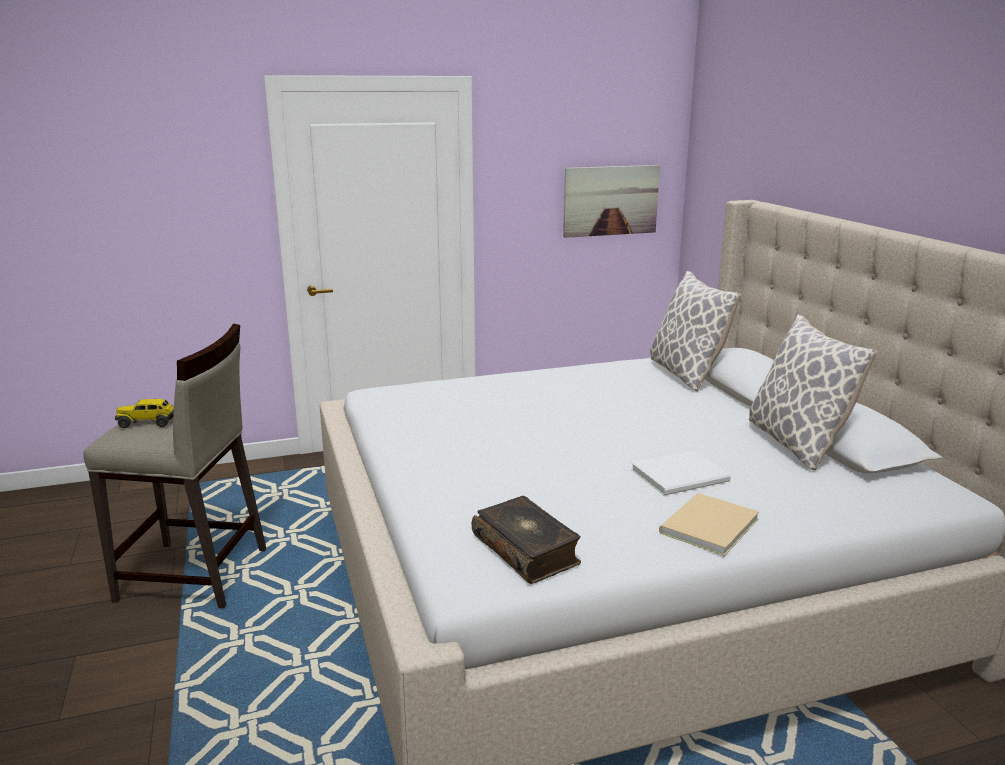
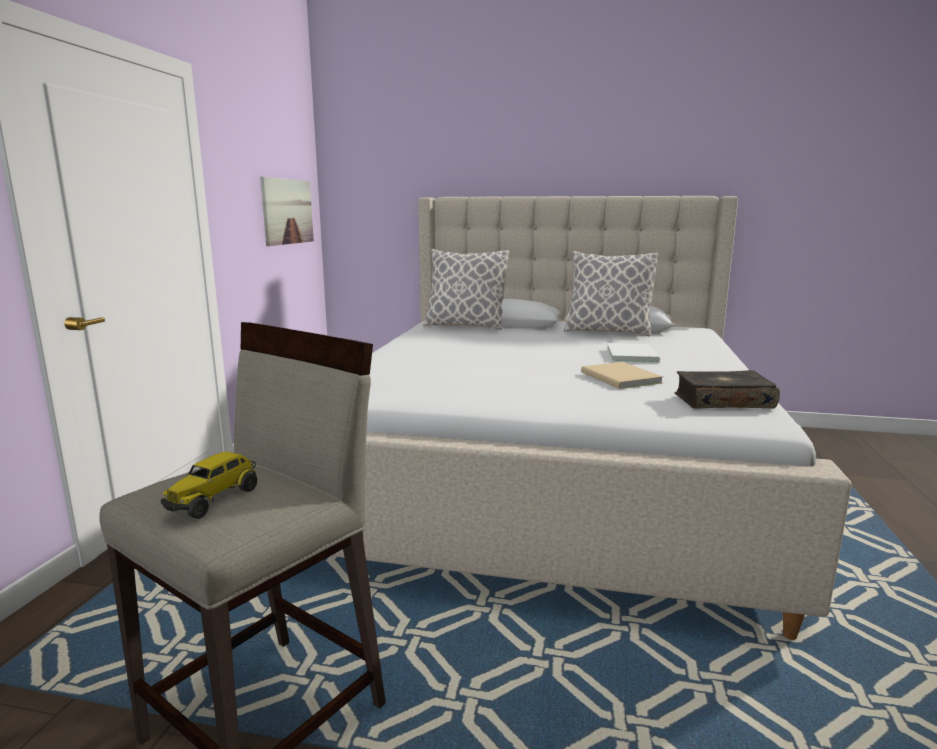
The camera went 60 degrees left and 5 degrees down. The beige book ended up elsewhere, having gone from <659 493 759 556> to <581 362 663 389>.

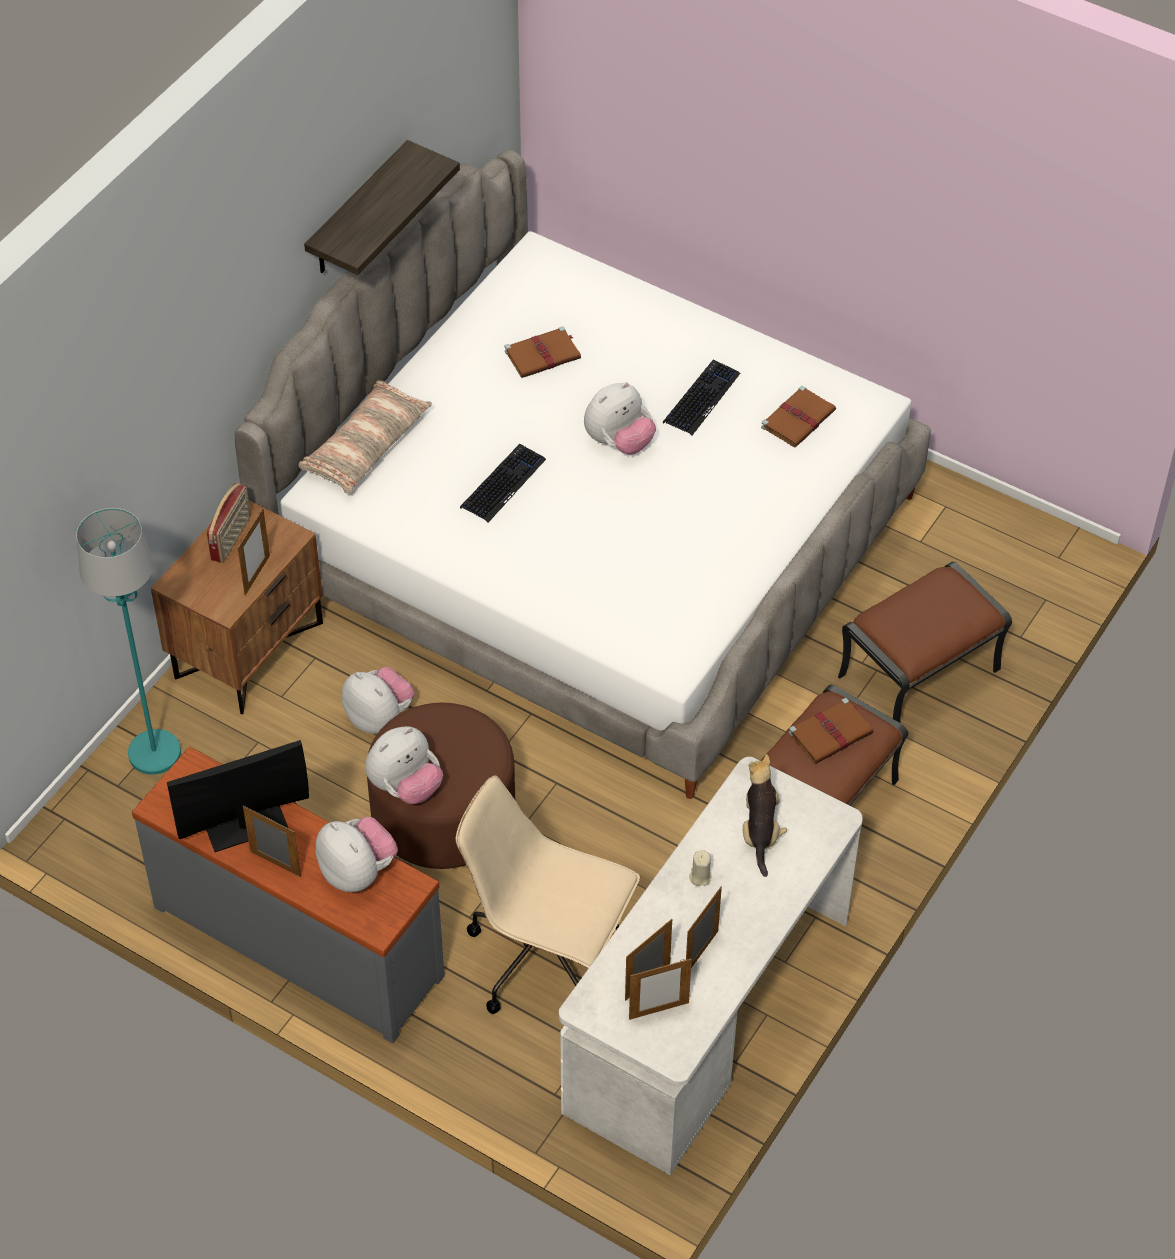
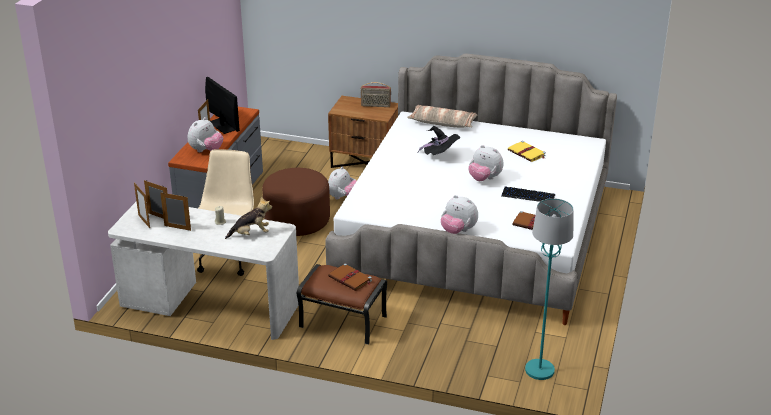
The camera went 75 degrees right and 20 degrees down. Where the keyboard stood at <460 444 546 523>, the black hat came to stand at <417 126 460 155>. The plush toy ended up elsewhere, having gone from <365 726 443 804> to <441 195 478 234>. What was the brown book at <505 326 581 378> turned into the yellow book at <508 141 546 162>. The turquoise floor lamp ended up elsewhere, having gone from <76 508 181 775> to <525 198 574 380>. The second view lost the picture frame at <238 508 270 595>. The second view lost the shelf at <304 140 460 275>. The second view lost the brown ottoman at <838 561 1012 723>.

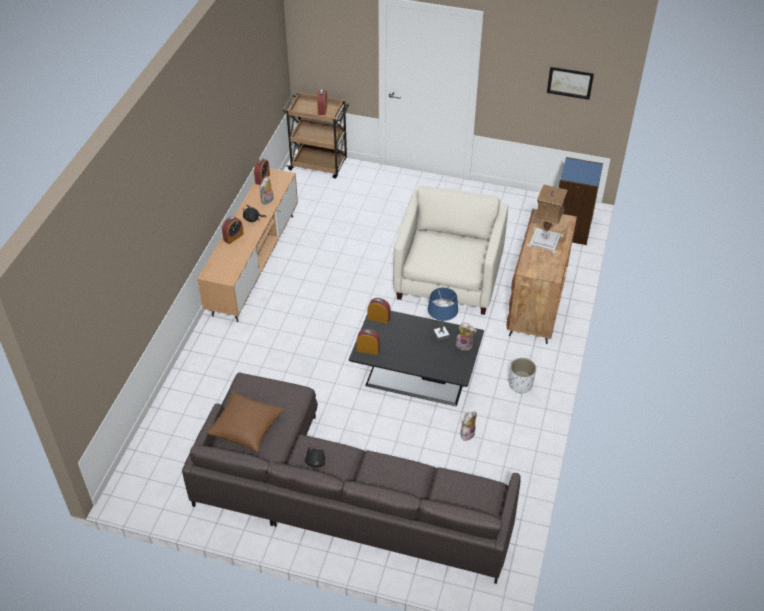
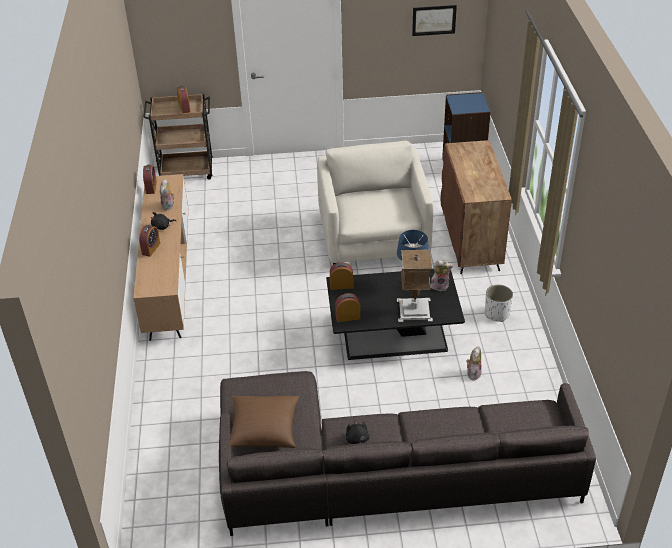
The camera went 20 degrees left and 5 degrees down. The table lamp ended up elsewhere, having gone from <527 184 568 254> to <397 250 433 322>.

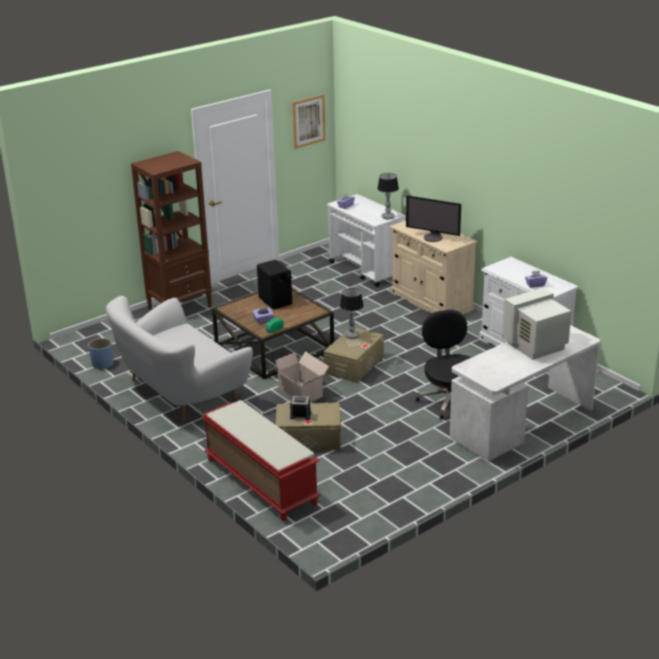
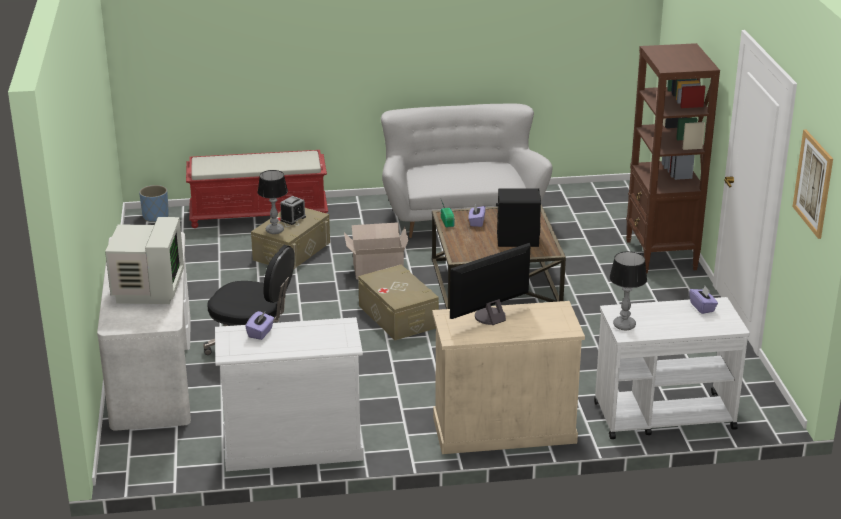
The camera went 120 degrees right and 0 degrees up. The blue planter ended up elsewhere, having gone from <88 338 113 370> to <139 185 169 222>. The table lamp ended up elsewhere, having gone from <340 288 364 339> to <258 170 288 234>.

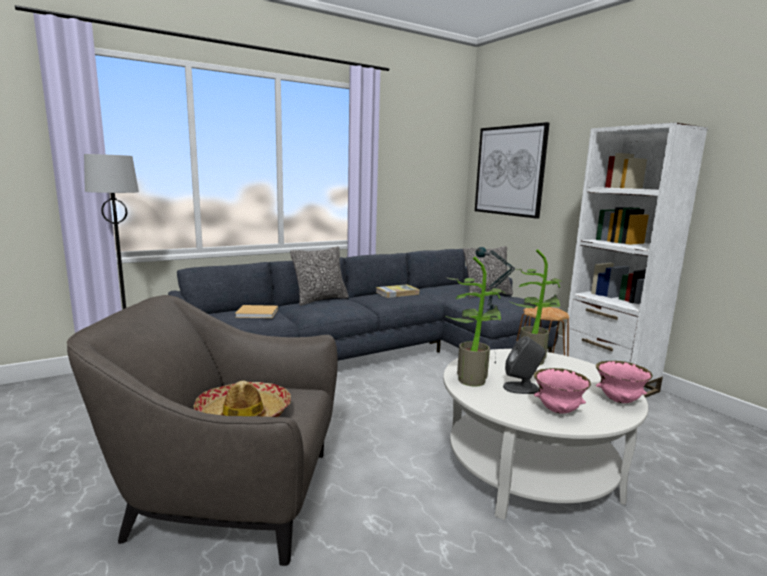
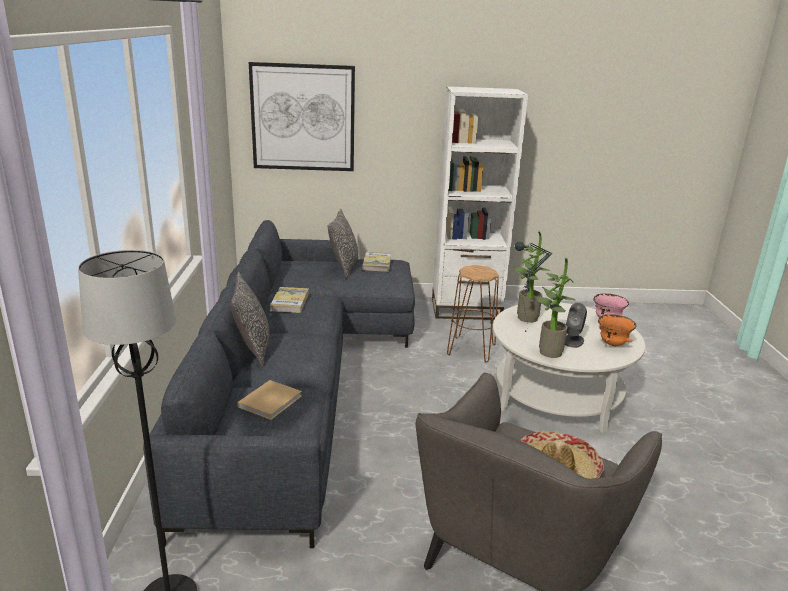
The camera went 60 degrees left and 10 degrees up. The second view gained the book at <363 252 391 272>. What was the pink bowl at <534 368 591 414> turned into the orange bowl at <598 314 636 346>.

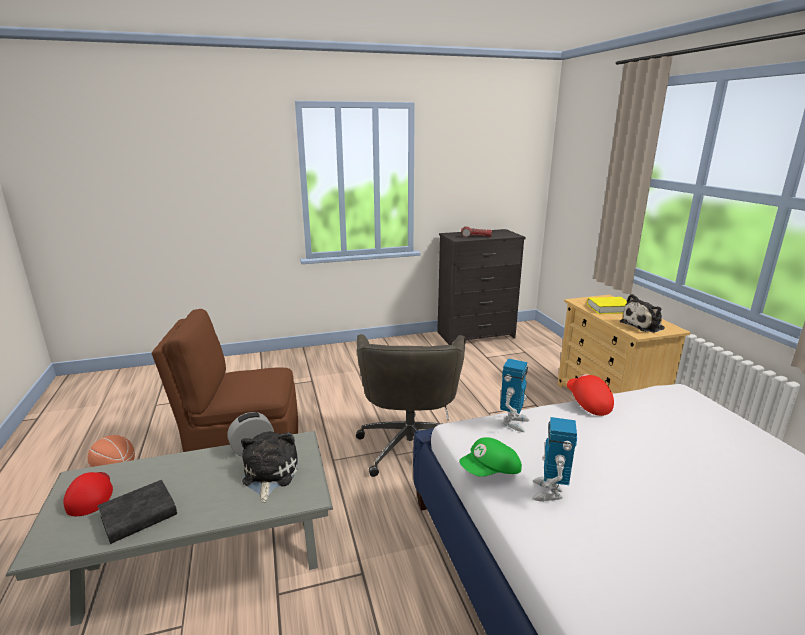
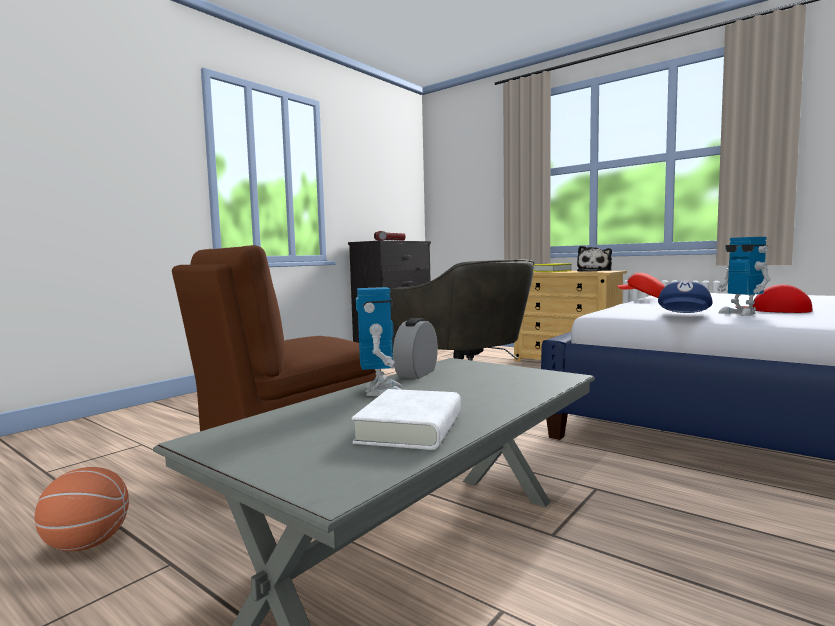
The camera went 35 degrees left and 15 degrees down. What was the black book at <98 480 177 544> turned into the white book at <352 389 461 450>. The toy robot ended up elsewhere, having gone from <500 359 530 432> to <356 287 402 396>. What was the green cap at <459 437 522 477> turned into the blue cap at <658 281 713 313>. The red cap ended up elsewhere, having gone from <63 472 113 516> to <735 284 813 313>. The second view lost the plush toy at <241 431 298 502>.

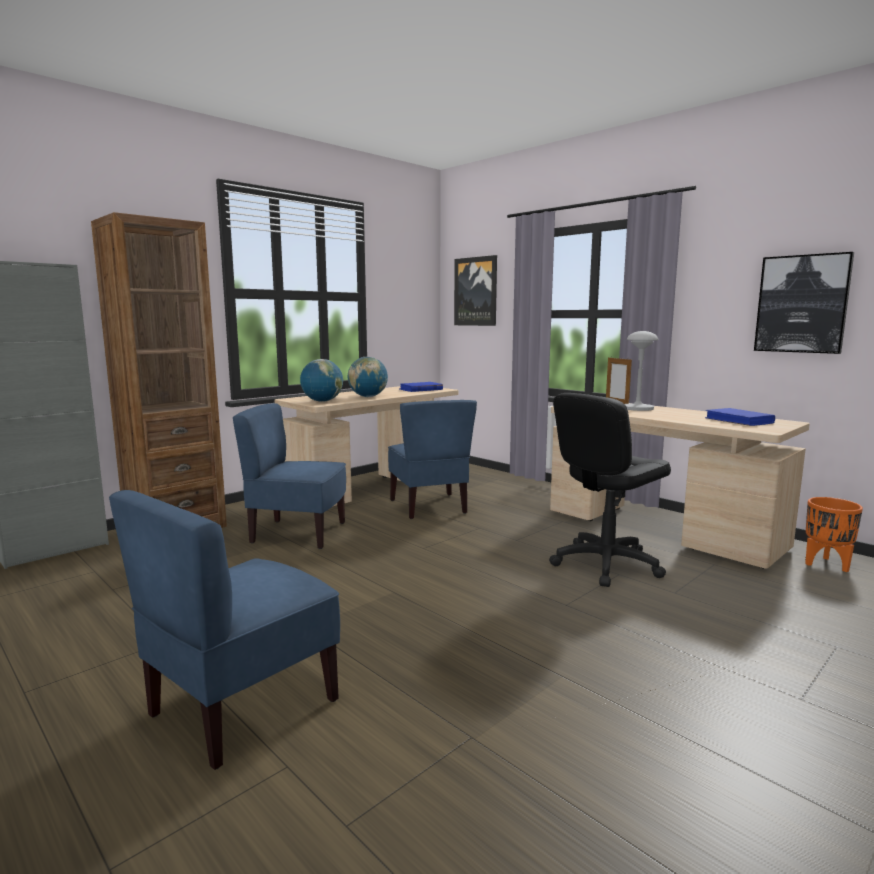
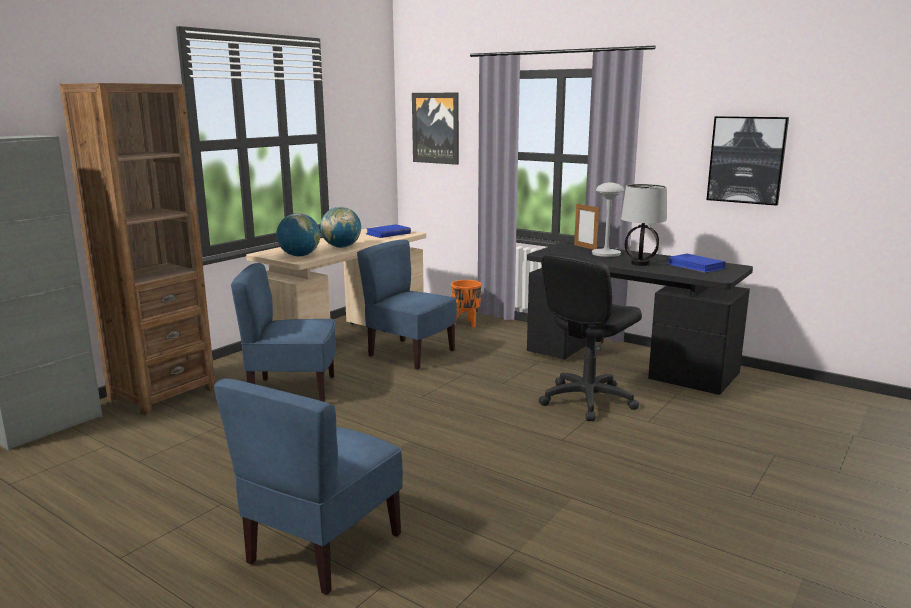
The camera went 10 degrees left and 5 degrees up. The blue chair at <388 400 477 519> ended up facing another way, 150 degrees clockwise from before. The orange planter ended up elsewhere, having gone from <805 497 863 572> to <451 280 481 328>. What was the beige desk at <550 403 810 569> turned into the black desk at <527 242 753 395>. The second view gained the table lamp at <621 184 667 266>.

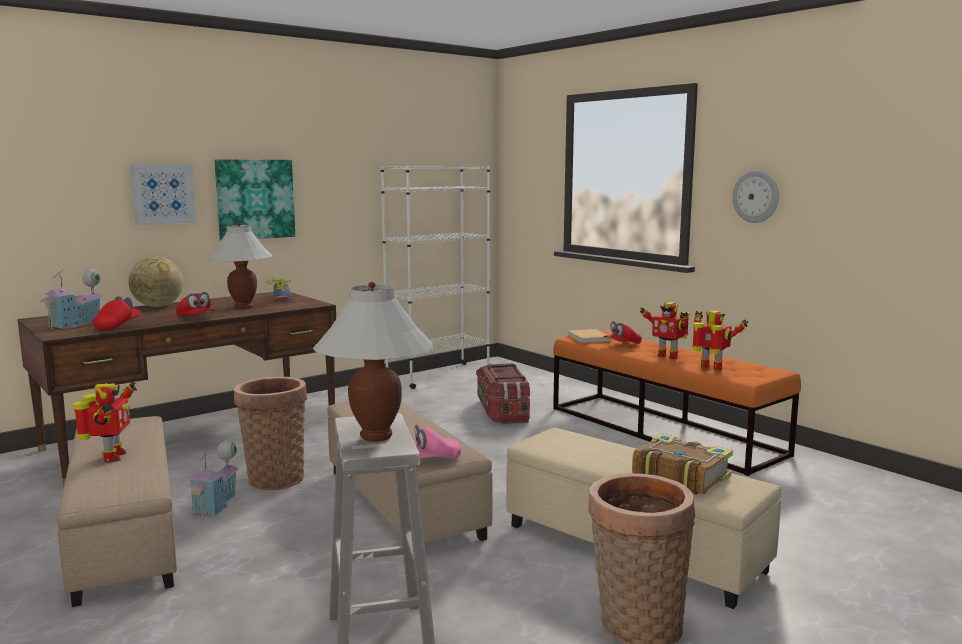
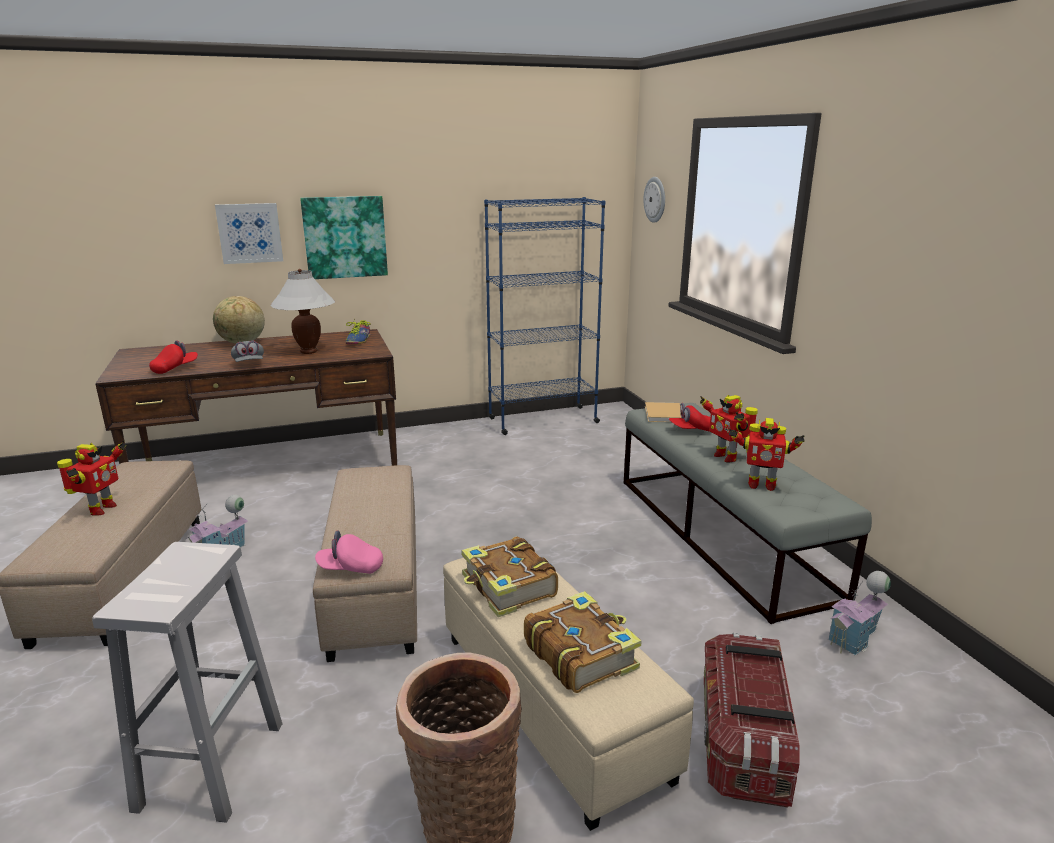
The camera went 20 degrees right and 10 degrees up. What was the red cap at <176 292 215 317> turned into the grey cap at <231 341 264 362>. The second view gained the book at <461 537 558 617>. What was the white bookcase at <380 165 490 389> turned into the blue bookcase at <484 197 605 435>. What was the orange bench at <553 330 801 476> turned into the grey bench at <624 403 872 624>. The wall clock ended up elsewhere, having gone from <732 171 779 223> to <644 177 665 223>. The storage box ended up elsewhere, having gone from <476 363 530 424> to <704 632 800 808>. The toy robot at <692 311 748 370> ended up facing another way, 135 degrees clockwise from before. The toy house ended up elsewhere, having gone from <40 269 104 329> to <828 571 891 655>. The second view lost the basket at <234 377 307 490>. The second view lost the white table lamp at <313 282 433 442>.

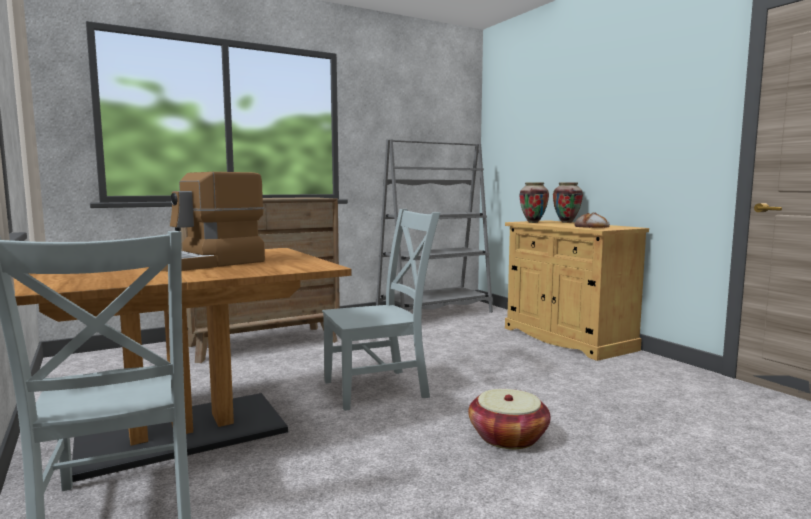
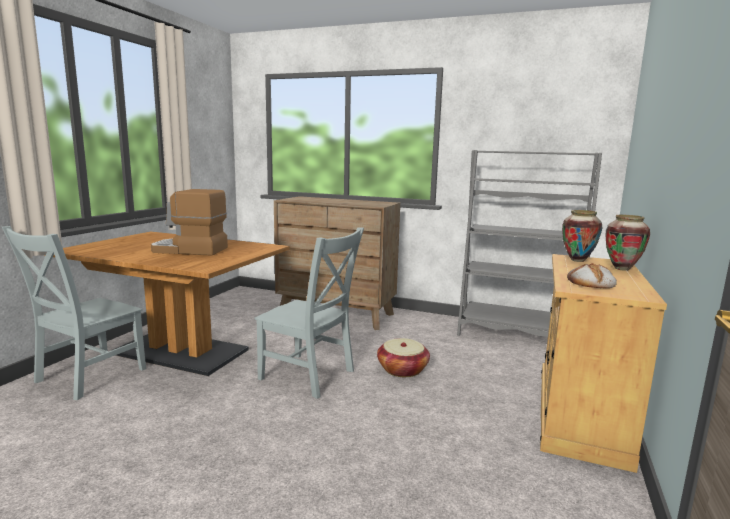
The camera went 50 degrees right and 5 degrees up. The basket ended up elsewhere, having gone from <468 389 550 449> to <377 338 430 377>.

